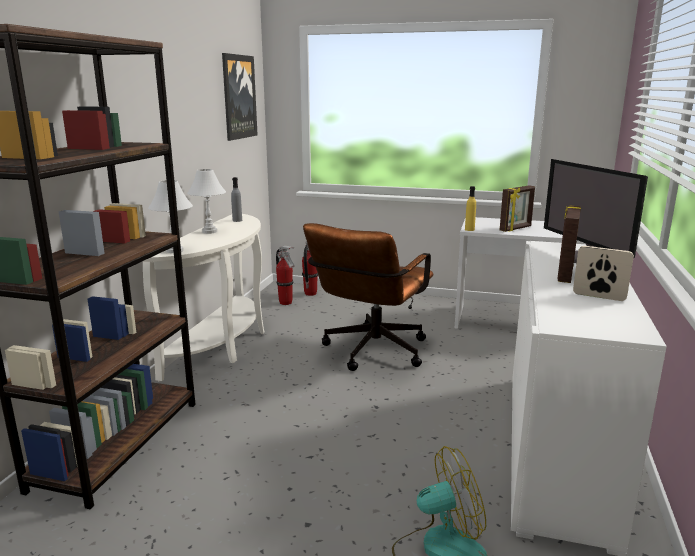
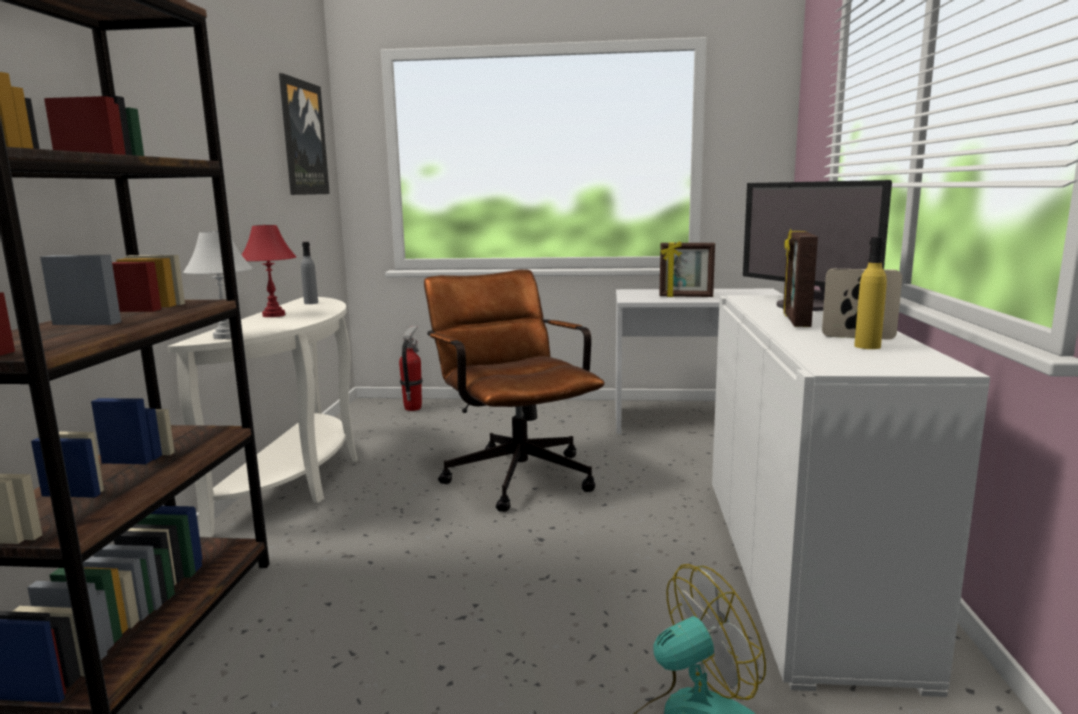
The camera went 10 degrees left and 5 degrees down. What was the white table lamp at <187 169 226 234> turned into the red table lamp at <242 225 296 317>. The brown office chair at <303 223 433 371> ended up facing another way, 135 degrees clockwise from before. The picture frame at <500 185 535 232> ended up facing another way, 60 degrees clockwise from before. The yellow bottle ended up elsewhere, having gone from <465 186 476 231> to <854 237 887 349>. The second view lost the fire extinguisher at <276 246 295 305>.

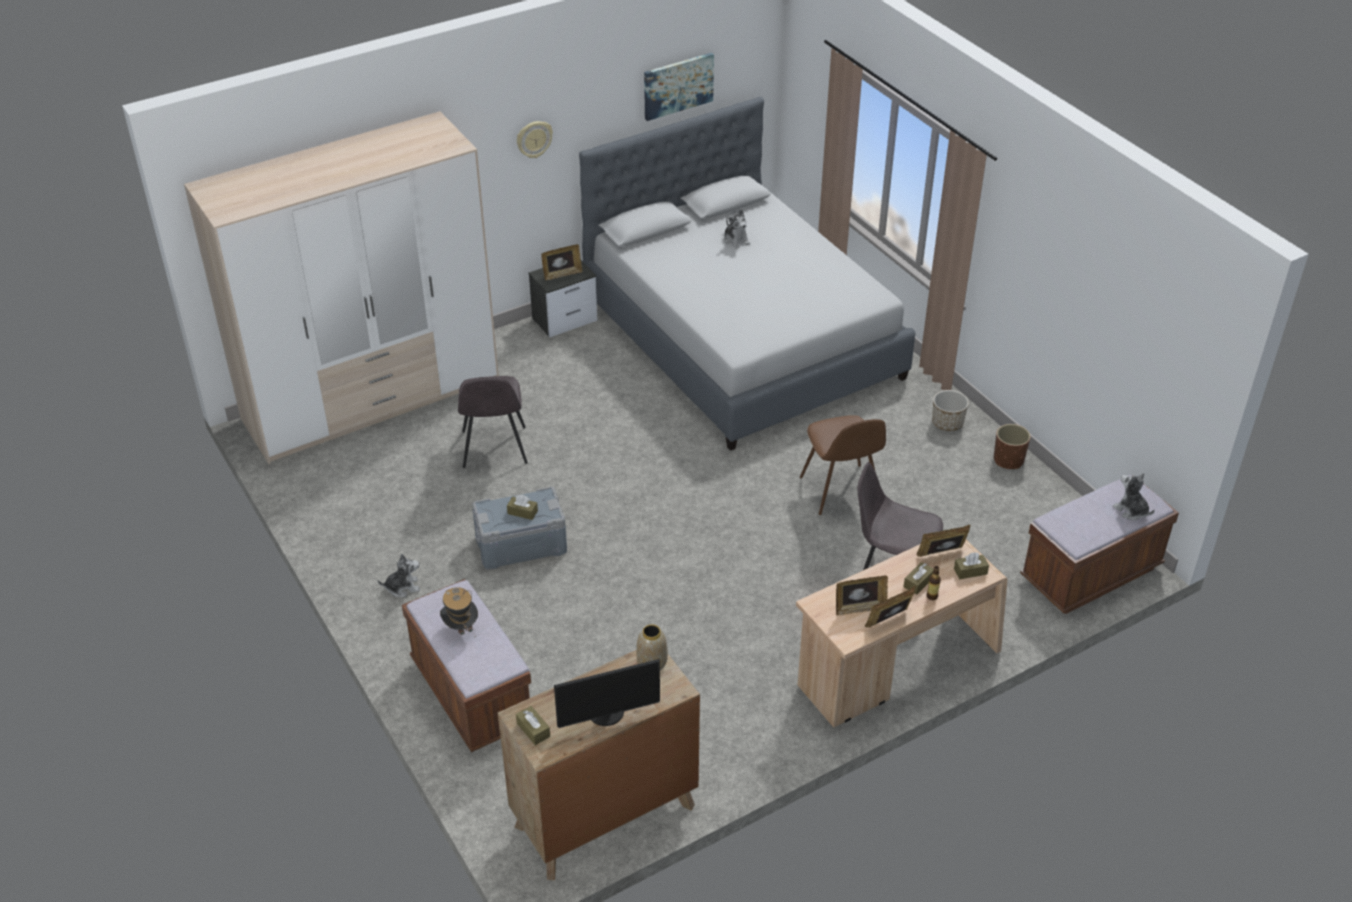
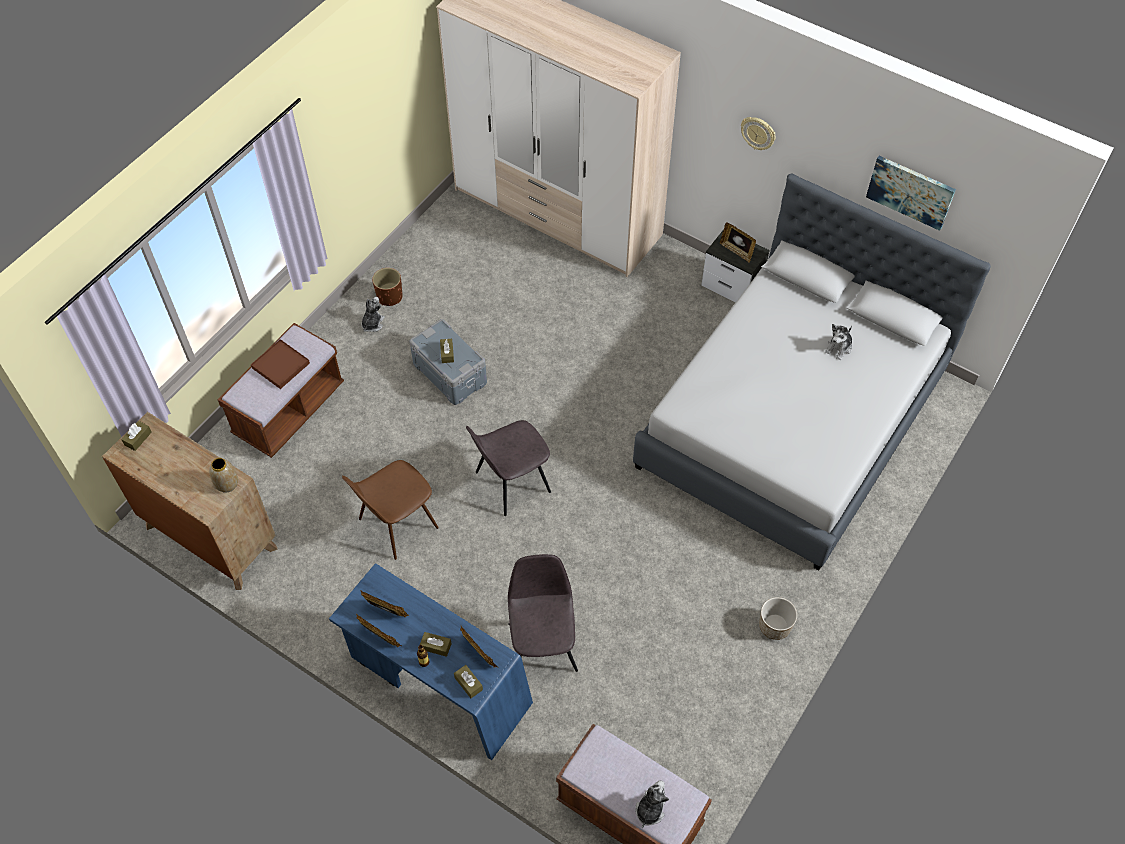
The camera went 65 degrees right and 15 degrees up. Where the hat stood at <440 587 478 635>, the brown tray came to stand at <251 339 310 389>. What was the beige desk at <796 540 1007 728> turned into the blue desk at <329 563 533 760>. The brown chair ended up elsewhere, having gone from <800 415 886 515> to <342 460 439 560>. The picture frame at <836 576 888 616> ended up facing another way, 150 degrees clockwise from before. The plush toy at <378 554 420 597> ended up facing another way, 120 degrees counterclockwise from before. The brown planter ended up elsewhere, having gone from <994 424 1030 469> to <372 268 403 306>. The grey chair ended up elsewhere, having gone from <458 376 528 468> to <466 420 551 516>. The second view lost the monitor at <554 659 660 728>.

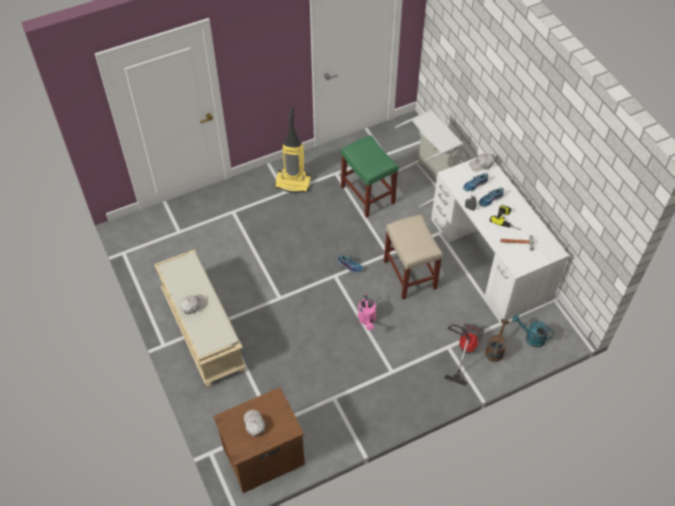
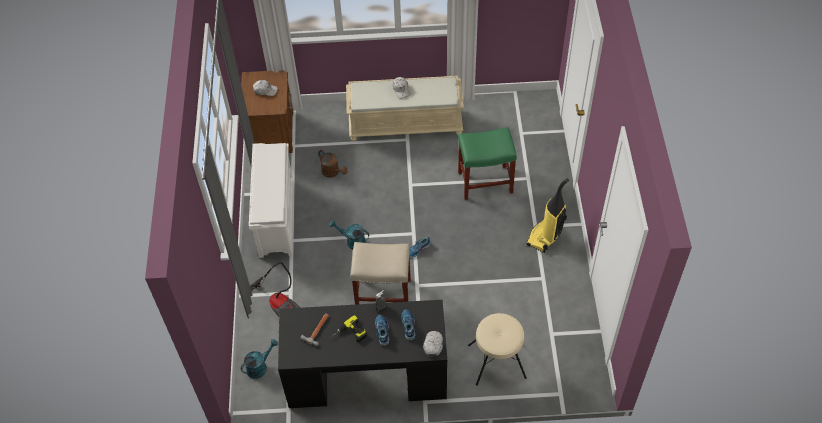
The camera went 115 degrees right and 0 degrees up. The second view gained the white shoe rack at <249 143 293 258>. What was the white desk at <431 157 569 320> turned into the black desk at <278 300 447 408>. The brown watering can ended up elsewhere, having gone from <485 319 509 362> to <318 150 348 177>. What was the pink watering can at <358 293 376 330> turned into the turquoise watering can at <329 220 369 249>. The green stool ended up elsewhere, having gone from <341 135 399 218> to <458 127 517 200>. Where the grey laundry basket stood at <395 110 463 207>, the beige stool came to stand at <468 313 527 386>.

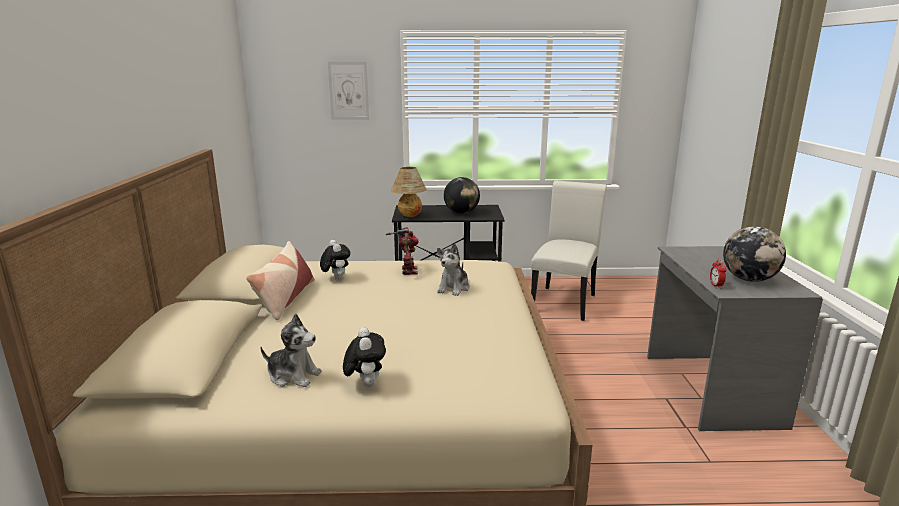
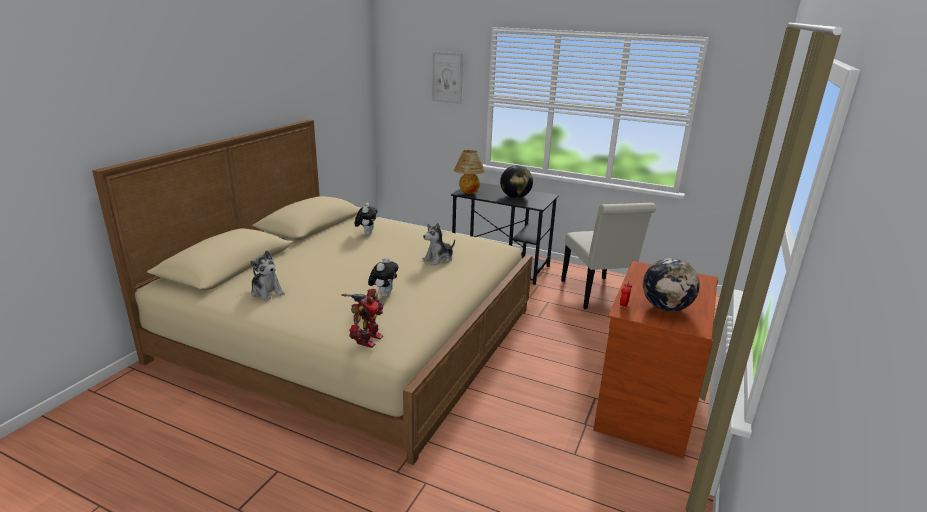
The camera went 25 degrees right and 5 degrees up. The toy robot ended up elsewhere, having gone from <386 227 419 275> to <342 289 384 348>. The plush toy ended up elsewhere, having gone from <343 327 386 387> to <368 257 398 297>. The white chair at <531 181 607 321> ended up facing another way, 120 degrees clockwise from before. What was the grey desk at <647 246 823 431> turned into the brown desk at <593 261 718 459>. The second view lost the pillow at <246 241 315 320>.

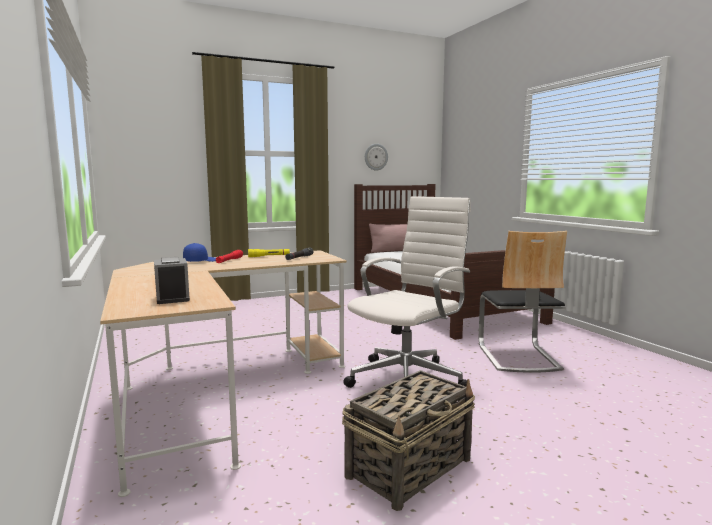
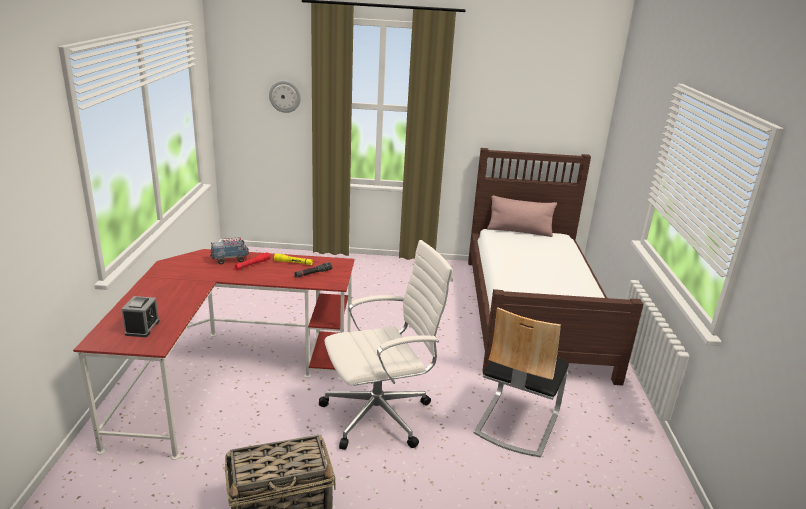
The camera went 25 degrees right and 15 degrees up. What was the beige desk at <100 250 347 497> turned into the red desk at <73 249 355 460>. Where the blue cap stood at <183 243 216 262>, the toy truck came to stand at <210 237 250 265>. The wall clock ended up elsewhere, having gone from <365 144 388 171> to <269 80 301 113>.

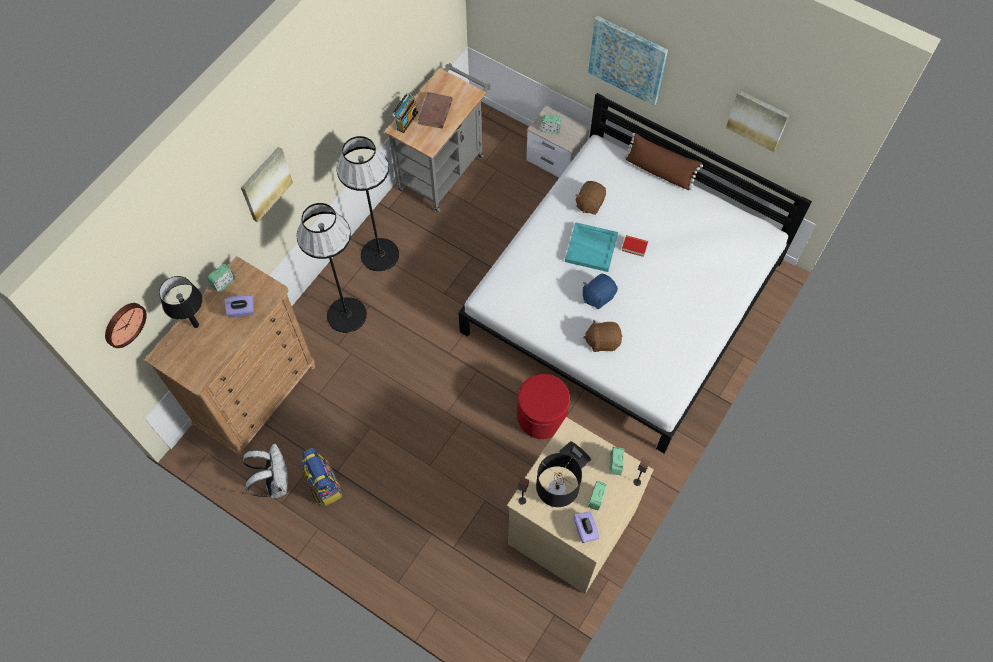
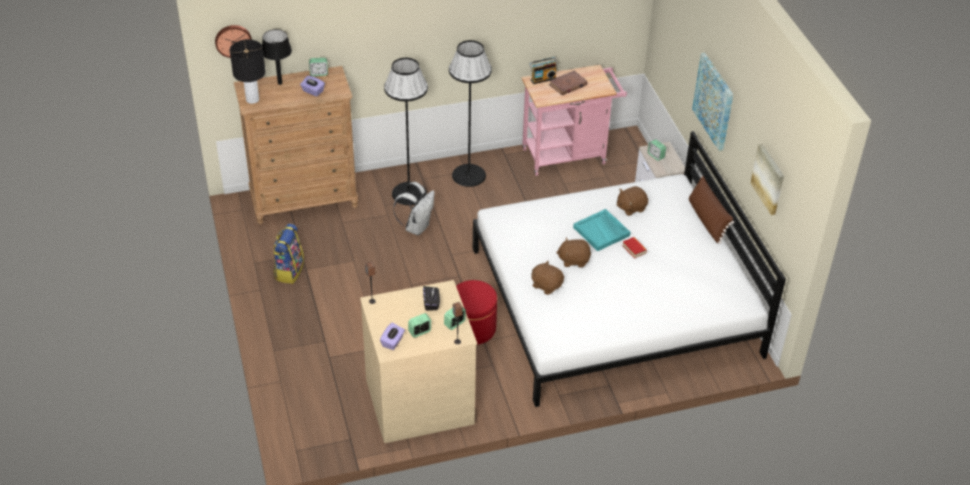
The camera went 40 degrees right and 20 degrees down. The black table lamp ended up elsewhere, having gone from <536 453 582 508> to <230 39 266 104>. The white backpack ended up elsewhere, having gone from <243 444 288 498> to <393 182 435 235>. What was the grey cart at <384 63 491 213> turned into the pink cart at <522 65 627 176>. What was the blue plush toy at <583 274 618 310> turned into the brown plush toy at <556 237 591 268>. The second view lost the picture at <241 147 293 222>.

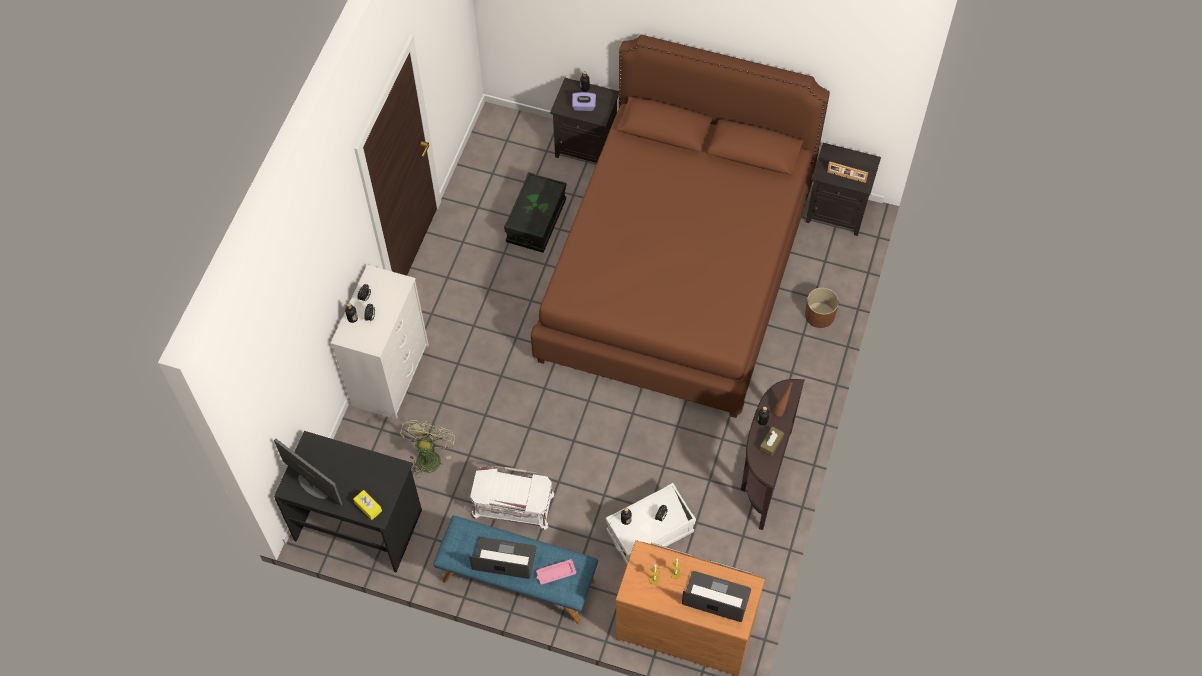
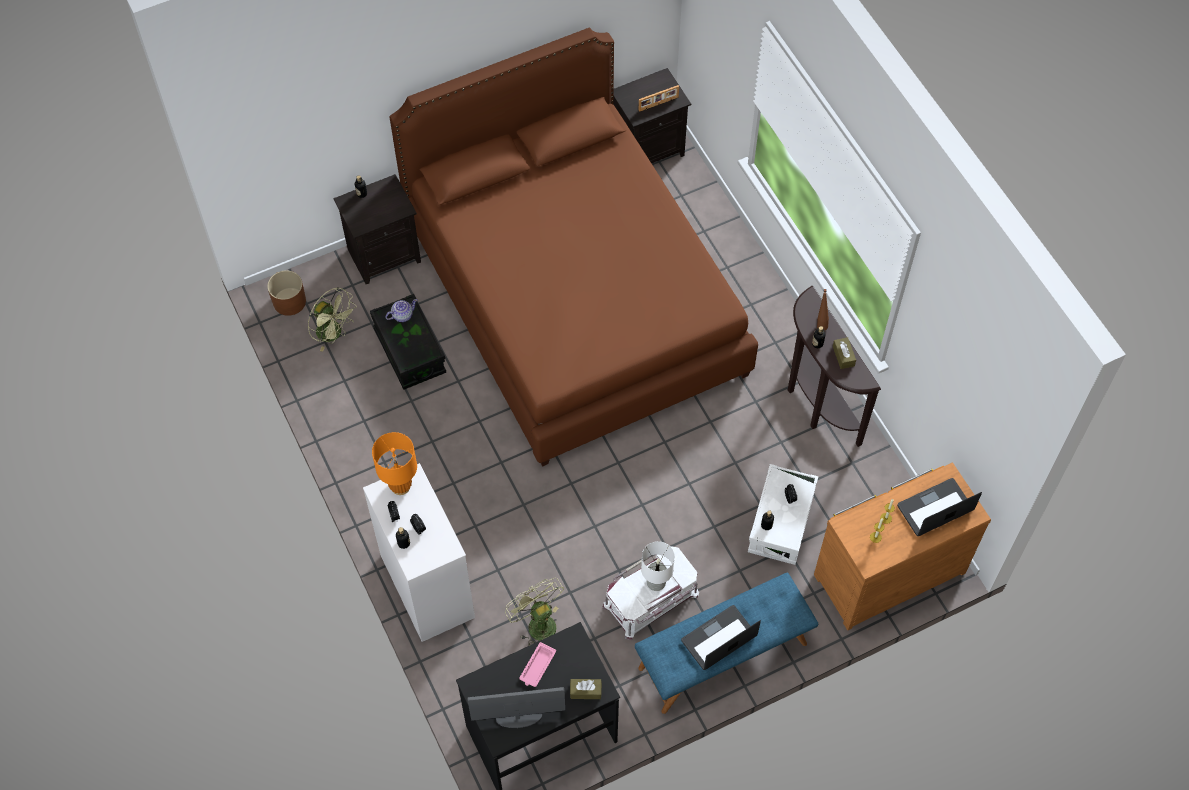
The camera went 45 degrees left and 0 degrees up. The brown planter ended up elsewhere, having gone from <805 287 839 328> to <267 270 306 316>. The second view gained the green fan at <308 287 357 352>. The second view gained the orange table lamp at <372 432 417 495>. The second view gained the teapot at <386 299 417 322>. The pink tray ended up elsewhere, having gone from <536 559 576 584> to <520 642 556 687>. What was the yellow tissue box at <353 490 382 520> turned into the brown tissue box at <570 679 602 699>. The second view gained the white table lamp at <641 541 675 591>. The second view lost the purple tissue box at <572 92 596 111>.

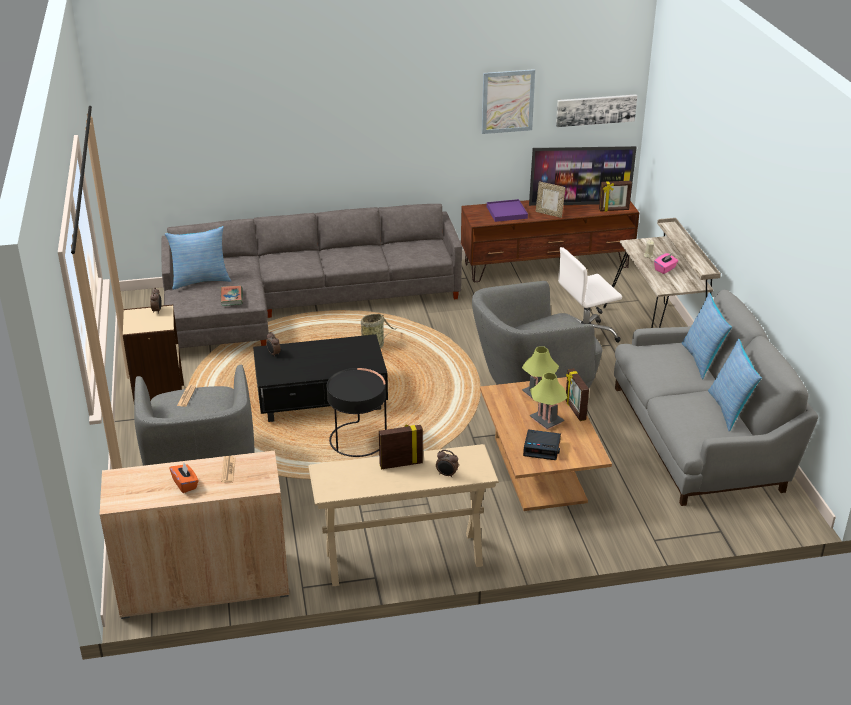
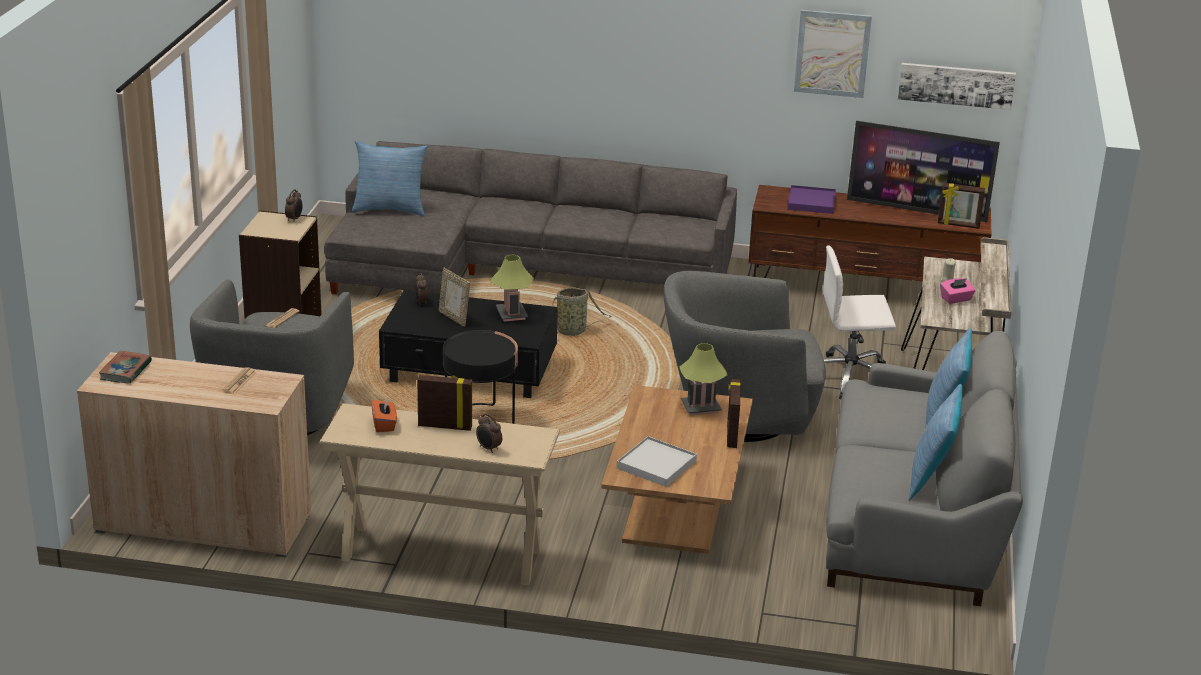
The camera went 20 degrees right and 5 degrees down. The book ended up elsewhere, having gone from <221 286 243 306> to <99 351 152 384>. The orange tissue box ended up elsewhere, having gone from <169 463 199 493> to <371 399 397 432>. The picture frame ended up elsewhere, having gone from <536 181 566 218> to <439 268 470 327>. The table lamp ended up elsewhere, having gone from <530 372 567 430> to <490 255 534 322>. Where the alarm clock stood at <523 429 561 460>, the white tray came to stand at <617 436 697 487>.

